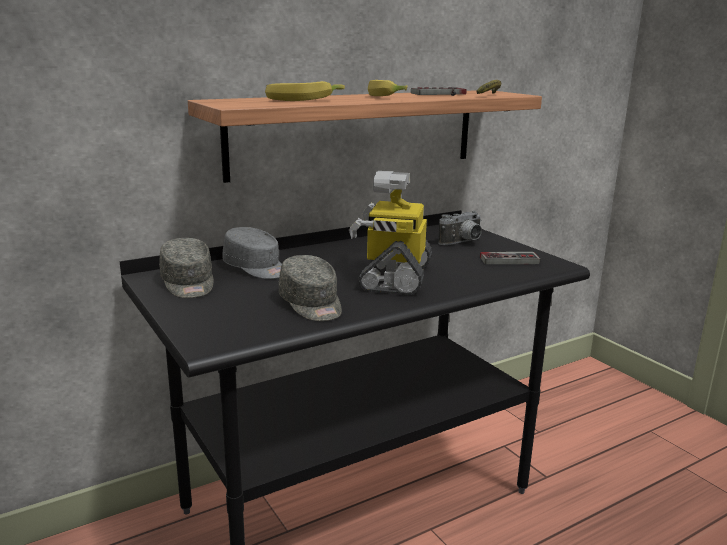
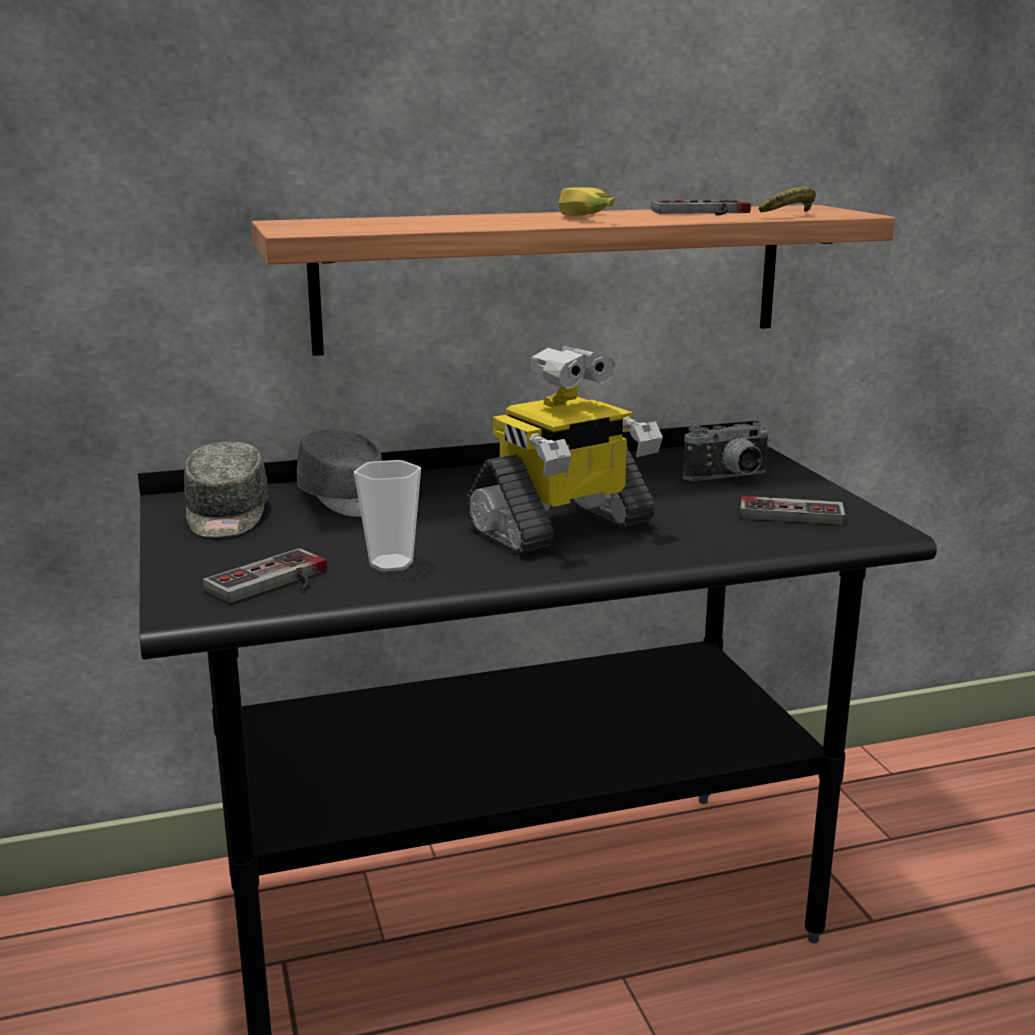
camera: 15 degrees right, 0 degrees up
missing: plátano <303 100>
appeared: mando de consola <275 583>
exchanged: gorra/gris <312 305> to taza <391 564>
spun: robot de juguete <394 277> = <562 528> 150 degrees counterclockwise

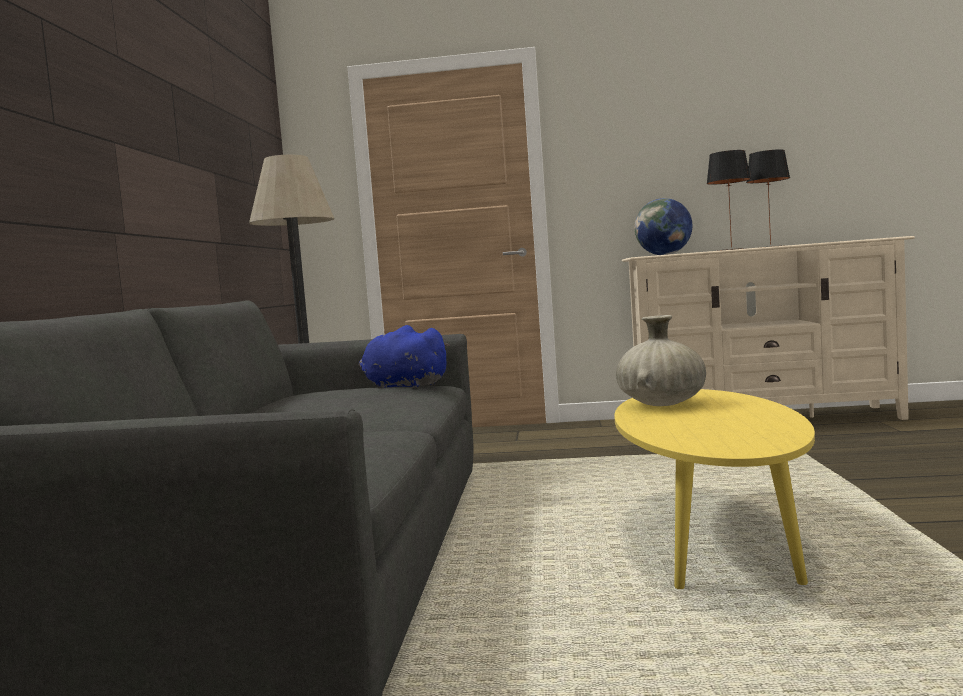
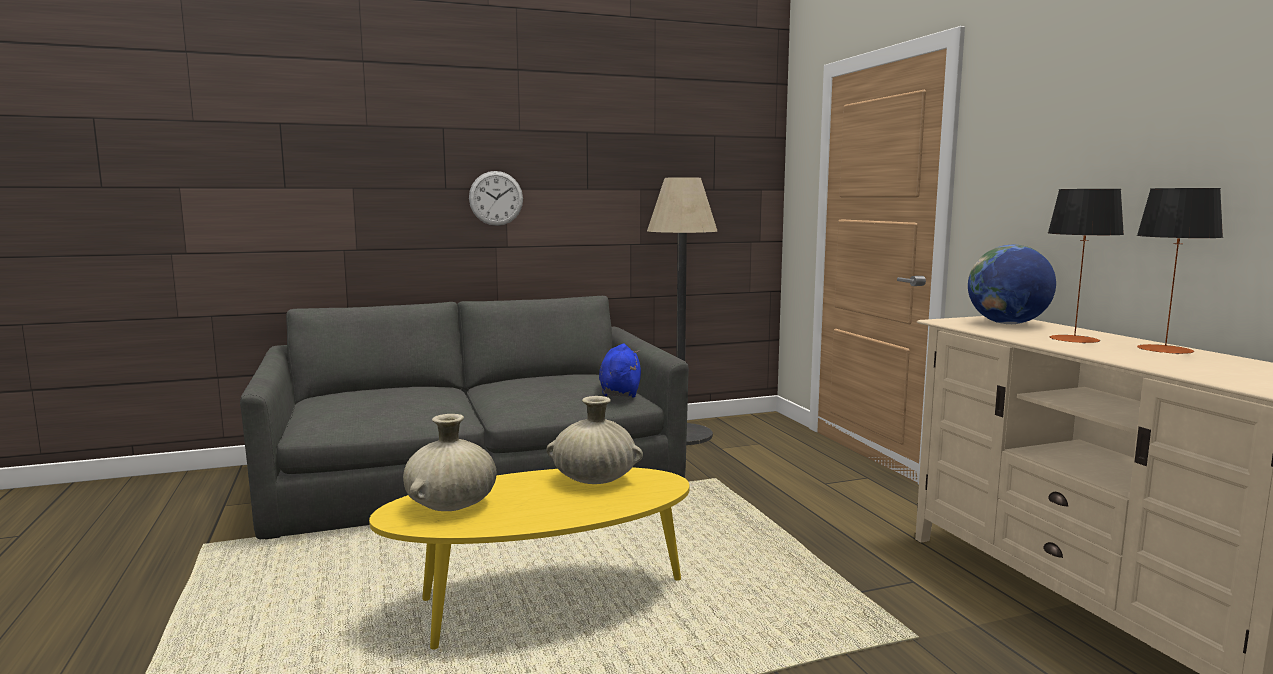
camera: 65 degrees right, 5 degrees up
appeared: florero/beis <451 505>; reloj de pared <496 198>

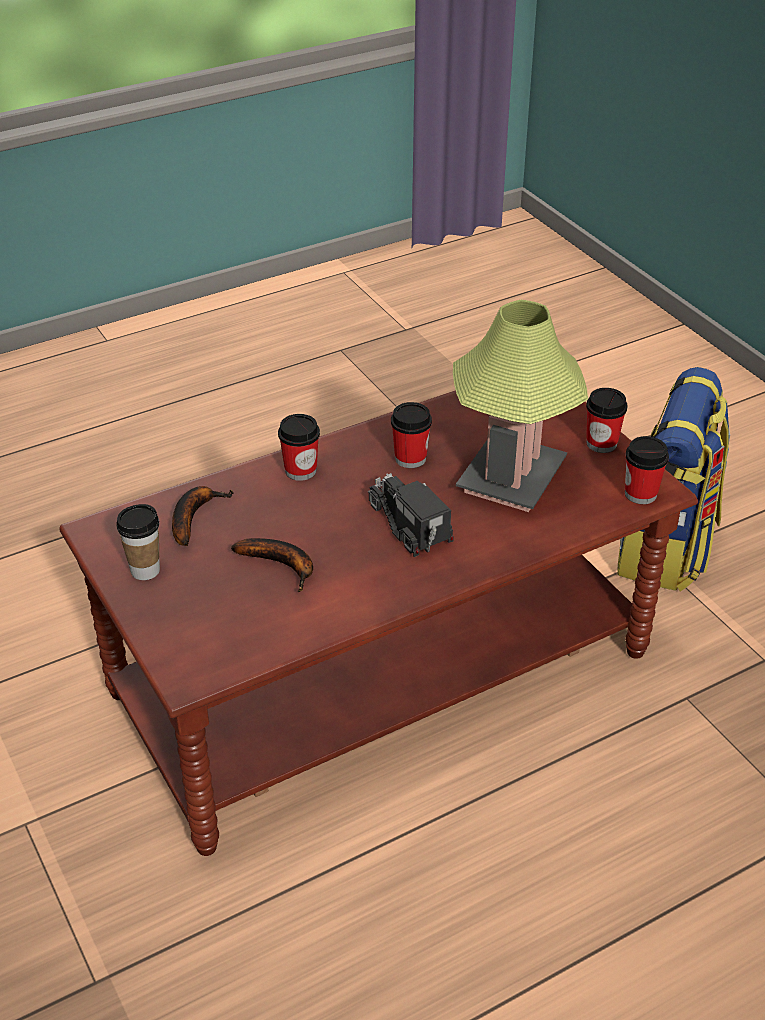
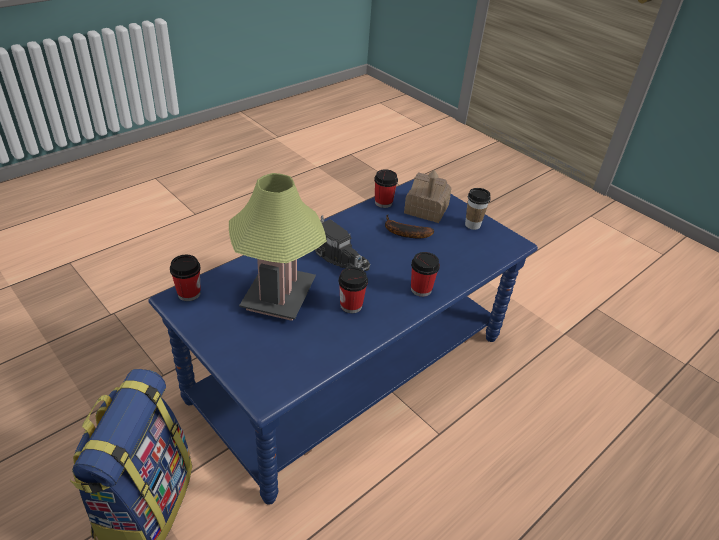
camera: 165 degrees right, 0 degrees up
missing: plátano <194 517>
appeared: casita <426 209>
relocated: taza <601 443> to <383 202>
colour: mesa de centro/marrón <380 674> to mesa de centro/azul <351 368>

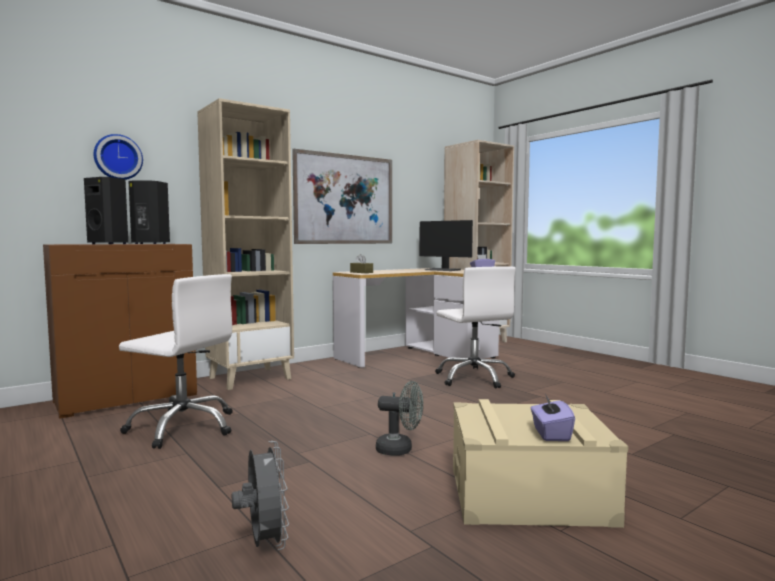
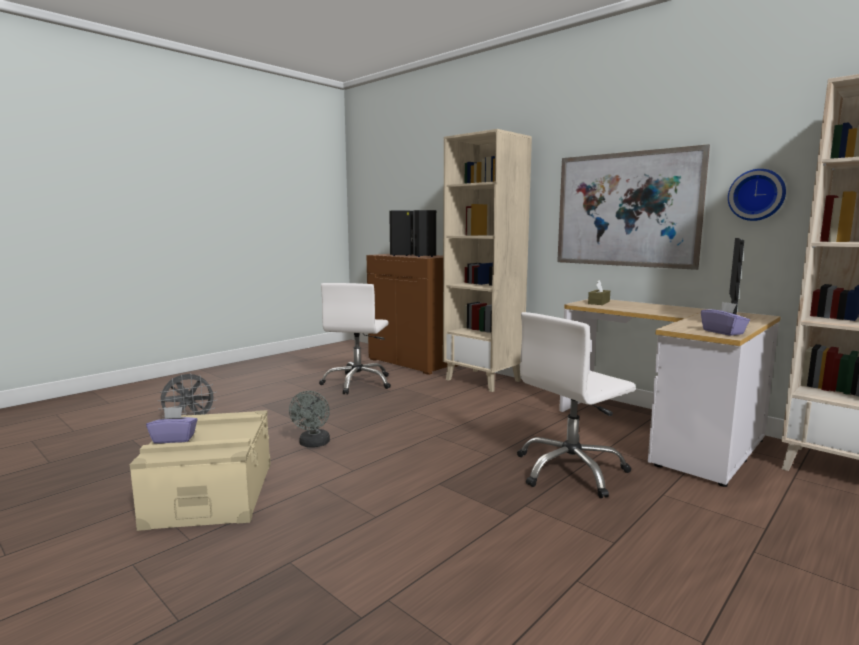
camera: 80 degrees right, 5 degrees up
relocated: reloj de pared <118 157> to <757 195>

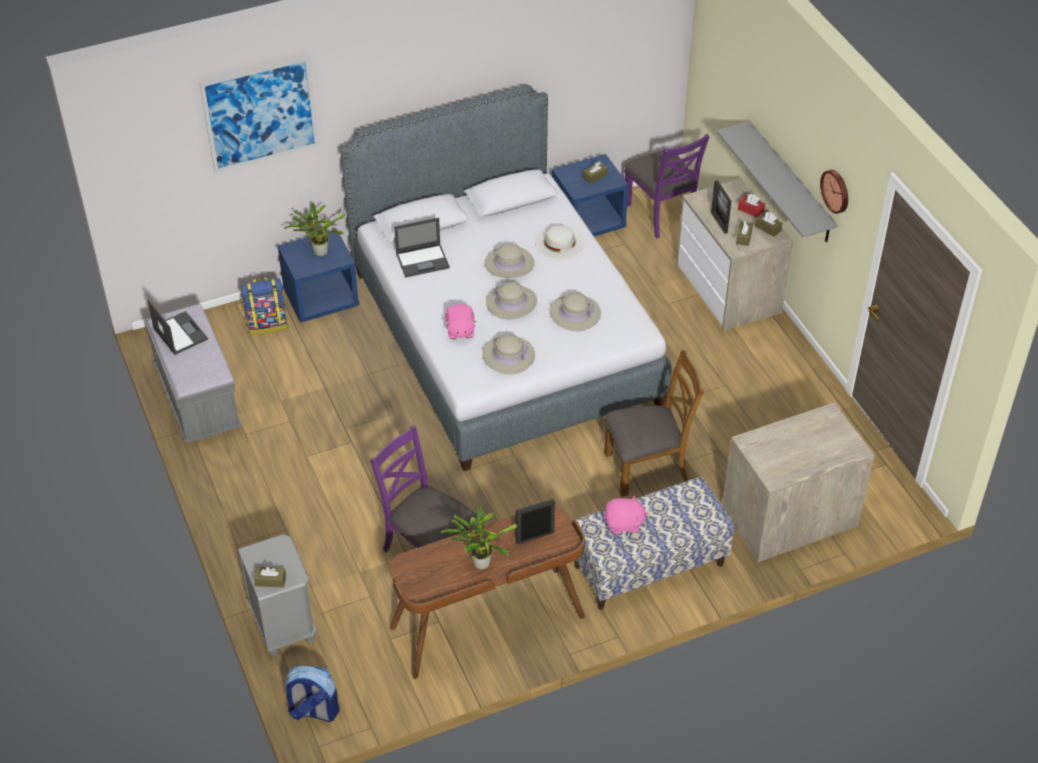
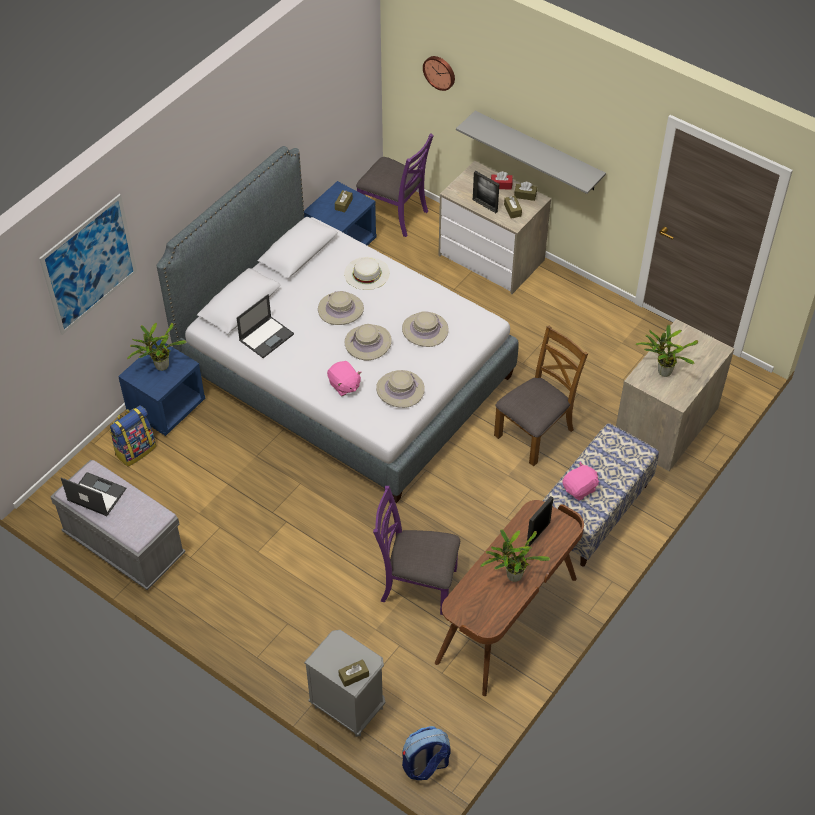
camera: 30 degrees left, 5 degrees up
appeared: planta en maceta <662 371>
relocated: reloj de pared <836 191> to <440 72>

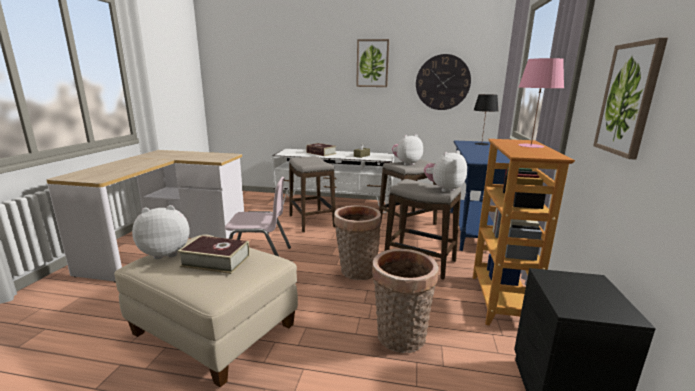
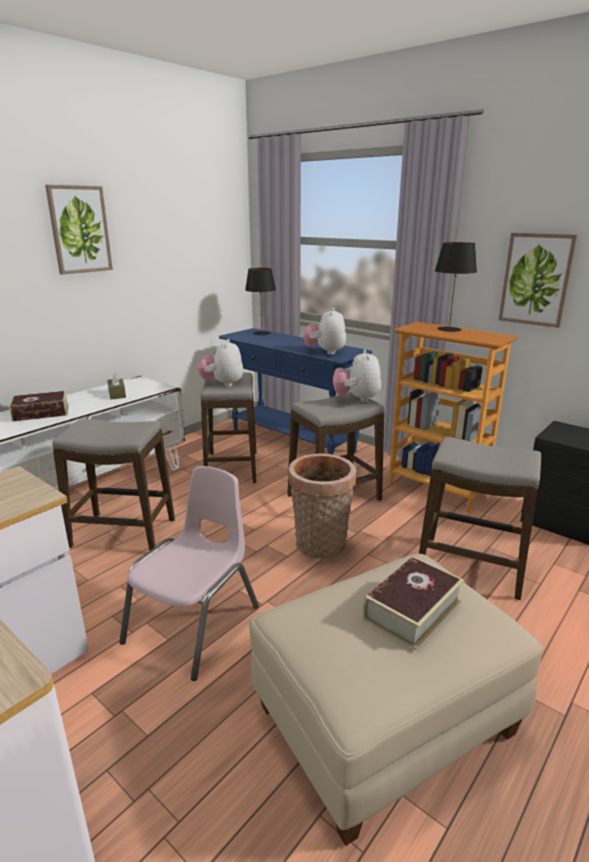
camera: 60 degrees left, 5 degrees up
missing: reloj de pared <442 82>
relocated: peluche <166 253> to <325 352>
exchanged: cesta <400 339> to taburete <470 566>
colour: lámpara de mesa/rosa <531 146> to lámpara de mesa/negro <449 329>

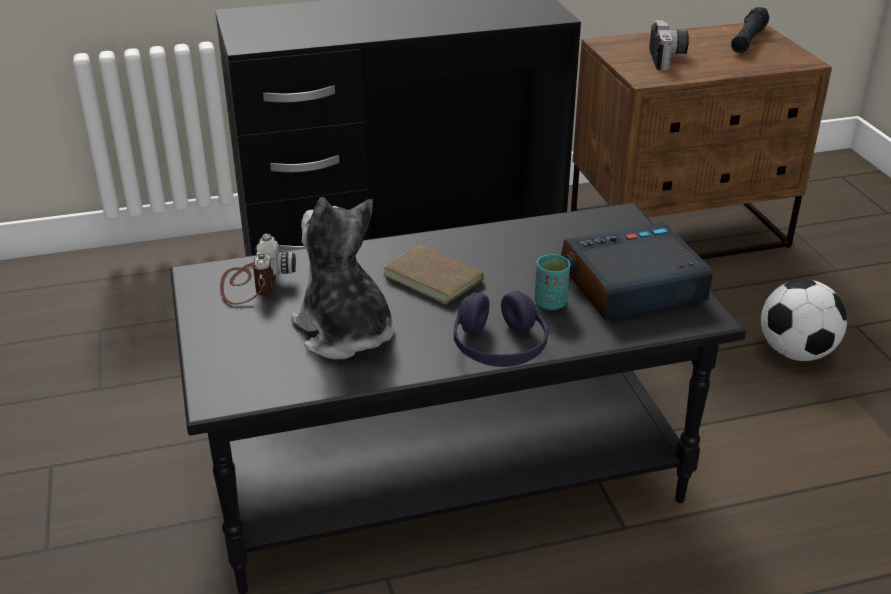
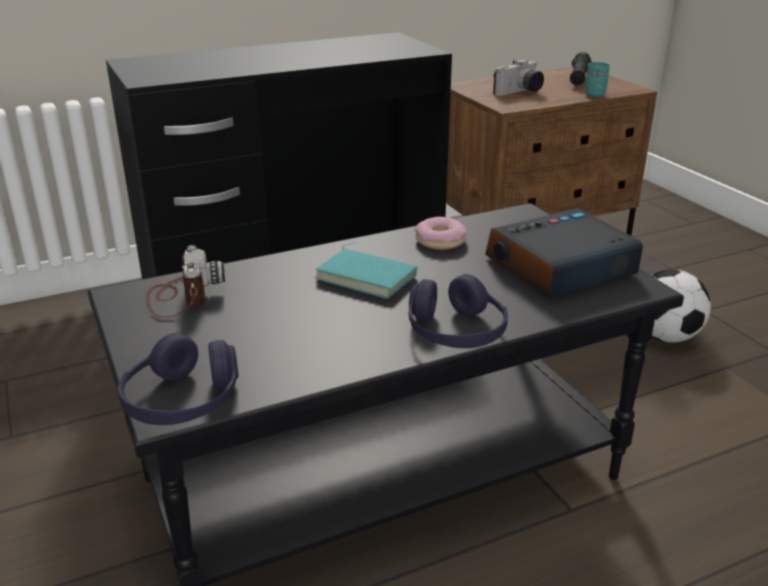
camera: 10 degrees left, 5 degrees down
missing: peluche <345 333>
appeared: auriculares/morado <182 400>; rosquilla <440 241>
relocated: taza/turquesa <550 303> to <595 95>
colour: libro/marrón <435 277> to libro/turquesa <368 276>
spun: cámara <668 58> = <520 92> 60 degrees clockwise

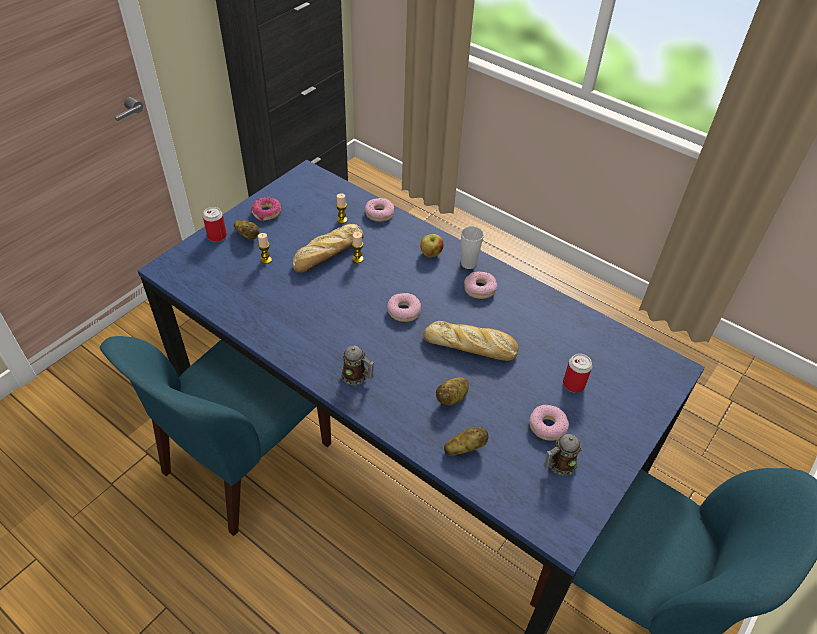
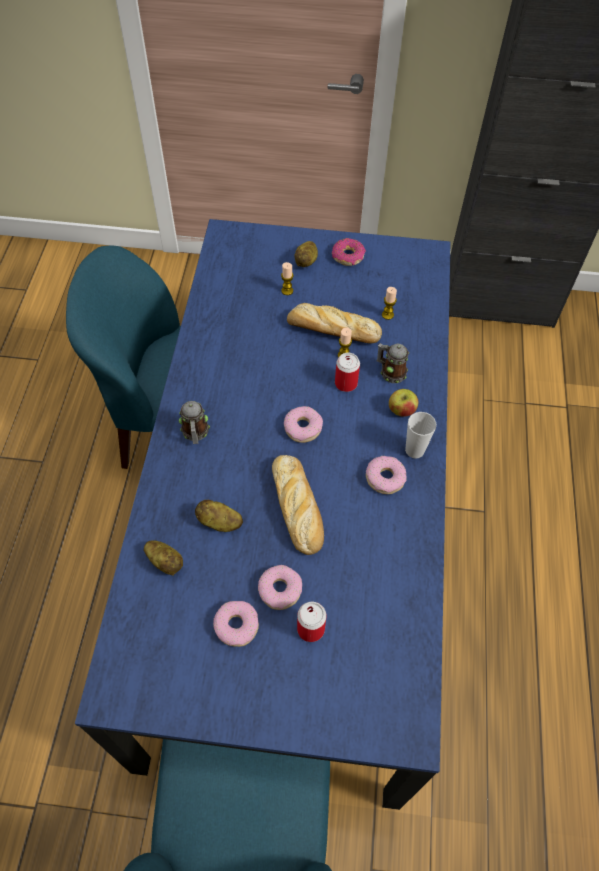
camera: 60 degrees right, 10 degrees up
relocated: lata <217 236> to <346 383>; rosquilla <379 213> to <280 590>; taza grande <558 465> to <390 372>

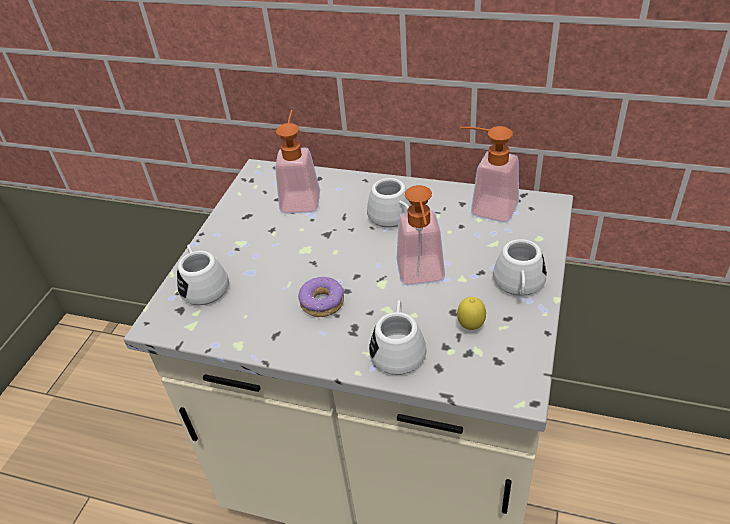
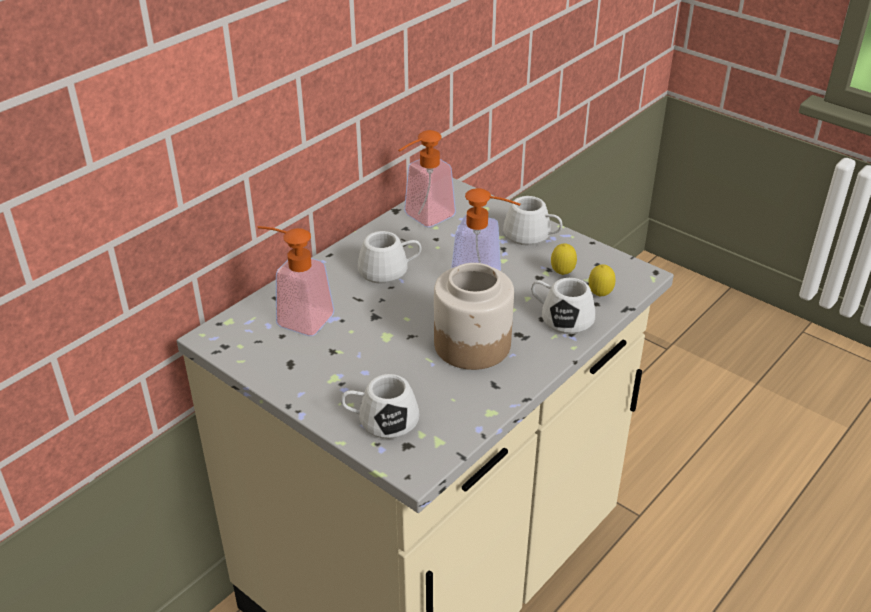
camera: 70 degrees left, 5 degrees down
appeared: limón <600 295>
exchanged: rosquilla <323 302> to tarro <473 344>

